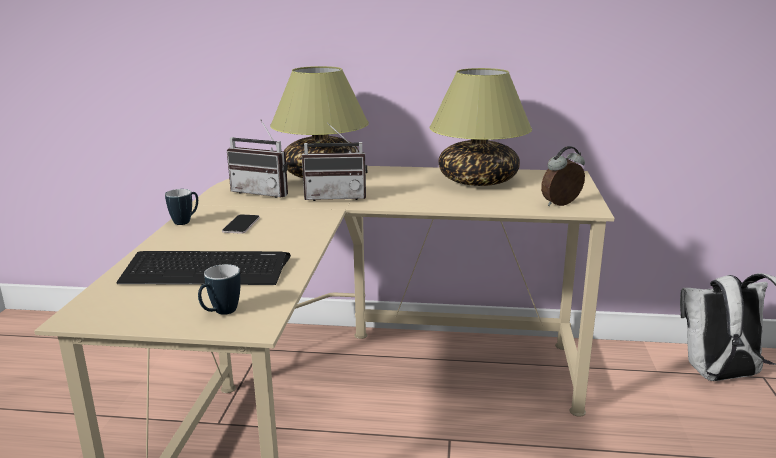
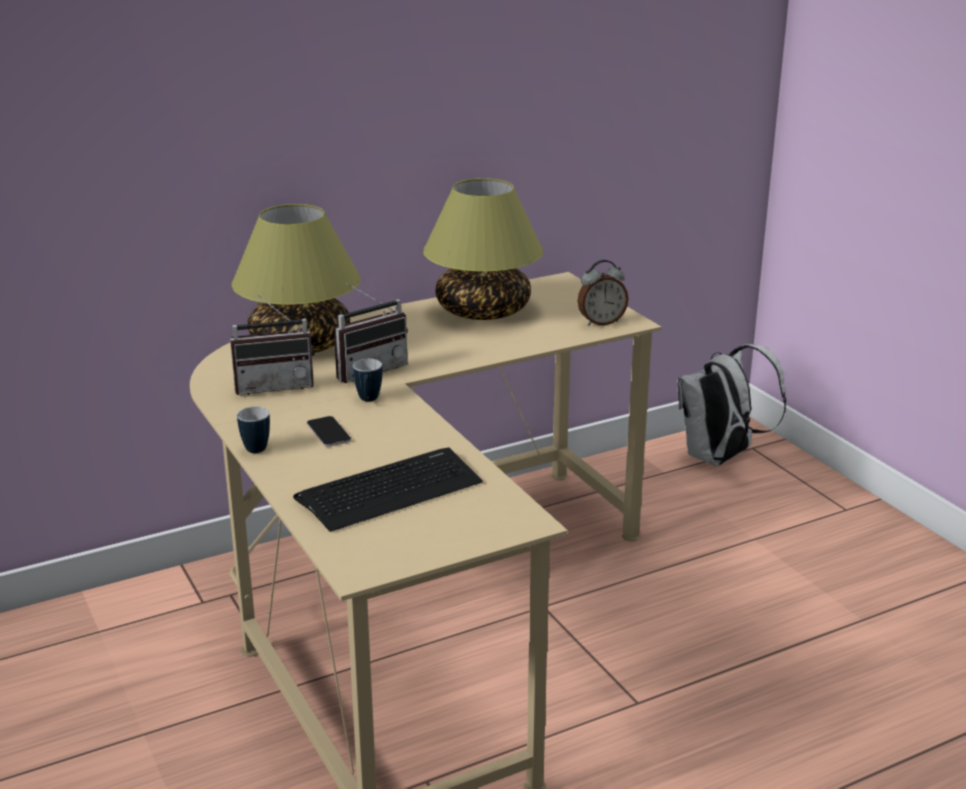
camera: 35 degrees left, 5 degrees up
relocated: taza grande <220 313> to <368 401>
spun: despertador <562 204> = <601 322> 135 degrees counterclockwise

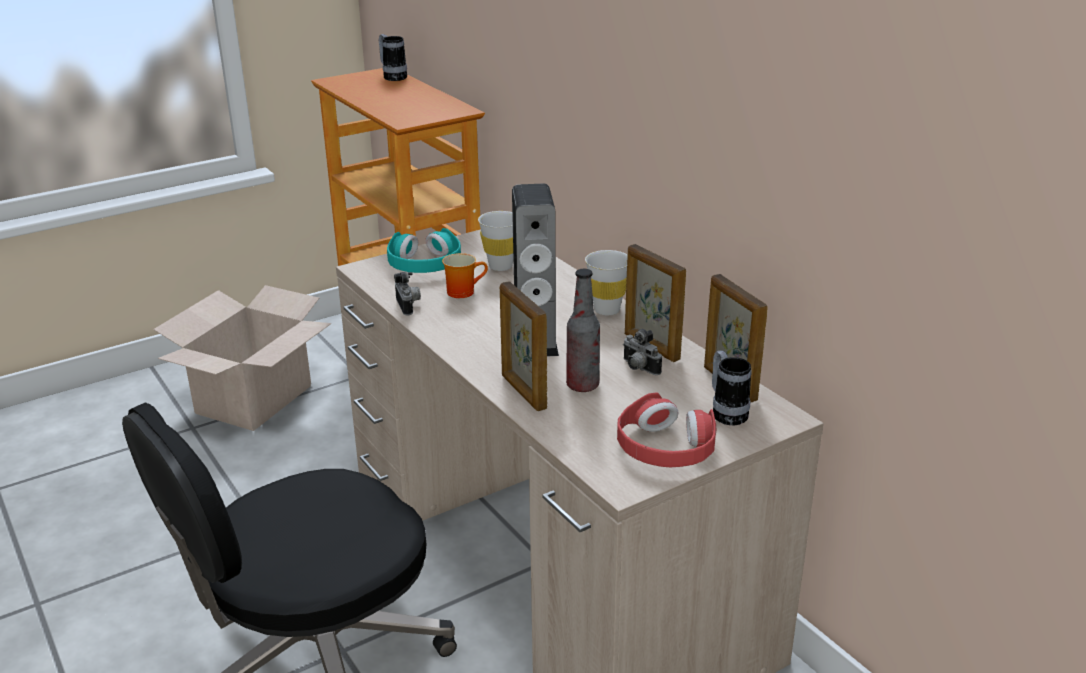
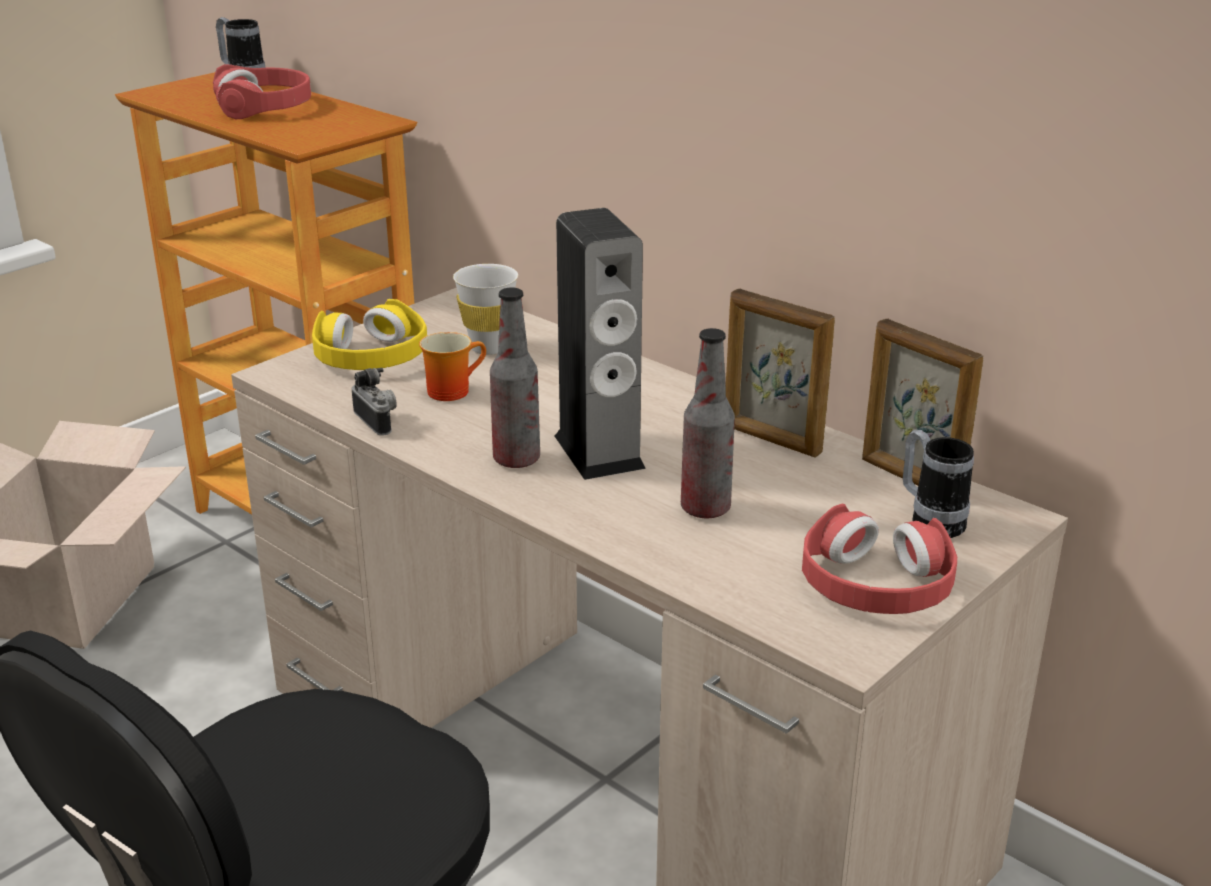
camera: 15 degrees left, 0 degrees up
missing: portarretratos <523 392>; taza/blanco <607 310>; cámara <638 368>
appeared: auriculares/rojo <264 106>; botella <516 459>
colour: auriculares/turquesa <425 264> to auriculares/amarillo <371 356>

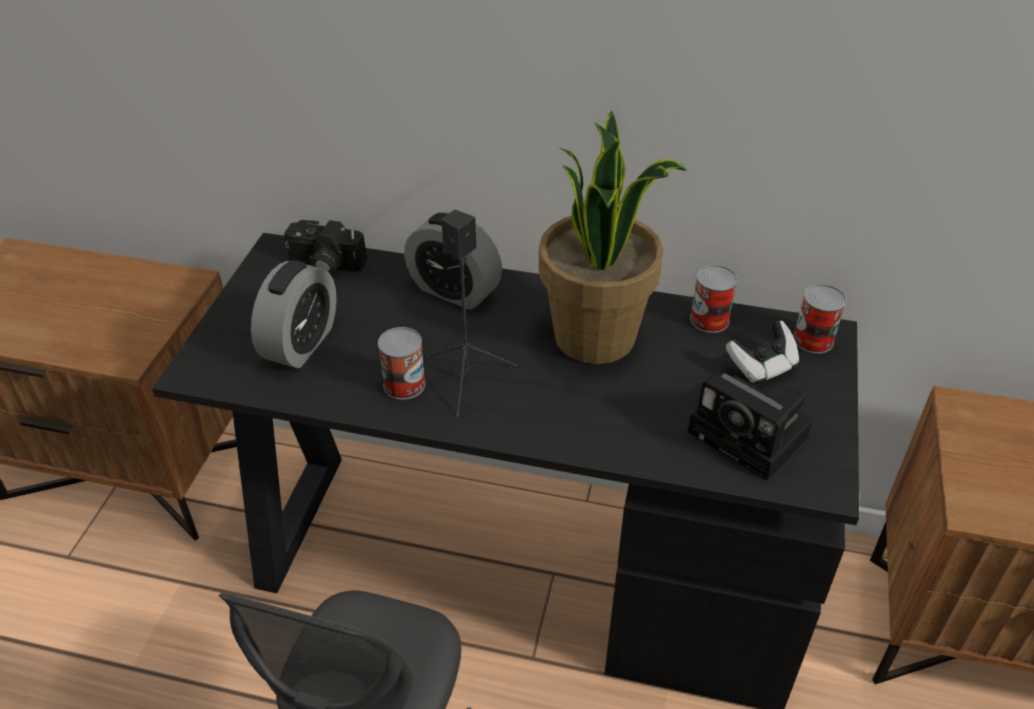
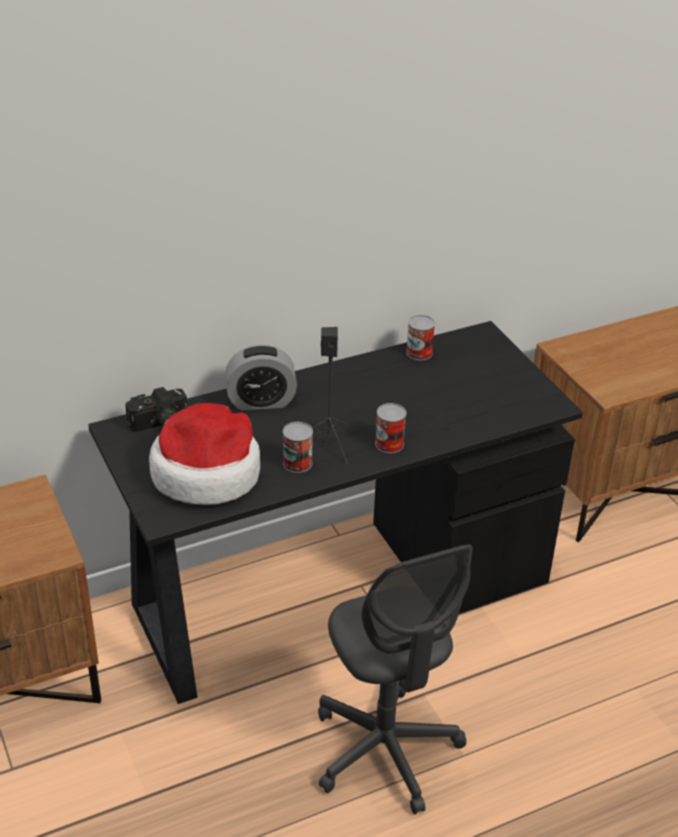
camera: 40 degrees left, 5 degrees down
missing: planta en maceta <596 337>; cámara <752 436>; mando de consola <762 366>
relocated: lata <813 339> to <389 443>
exchanged: despertador <301 343> to sombrero <207 472>

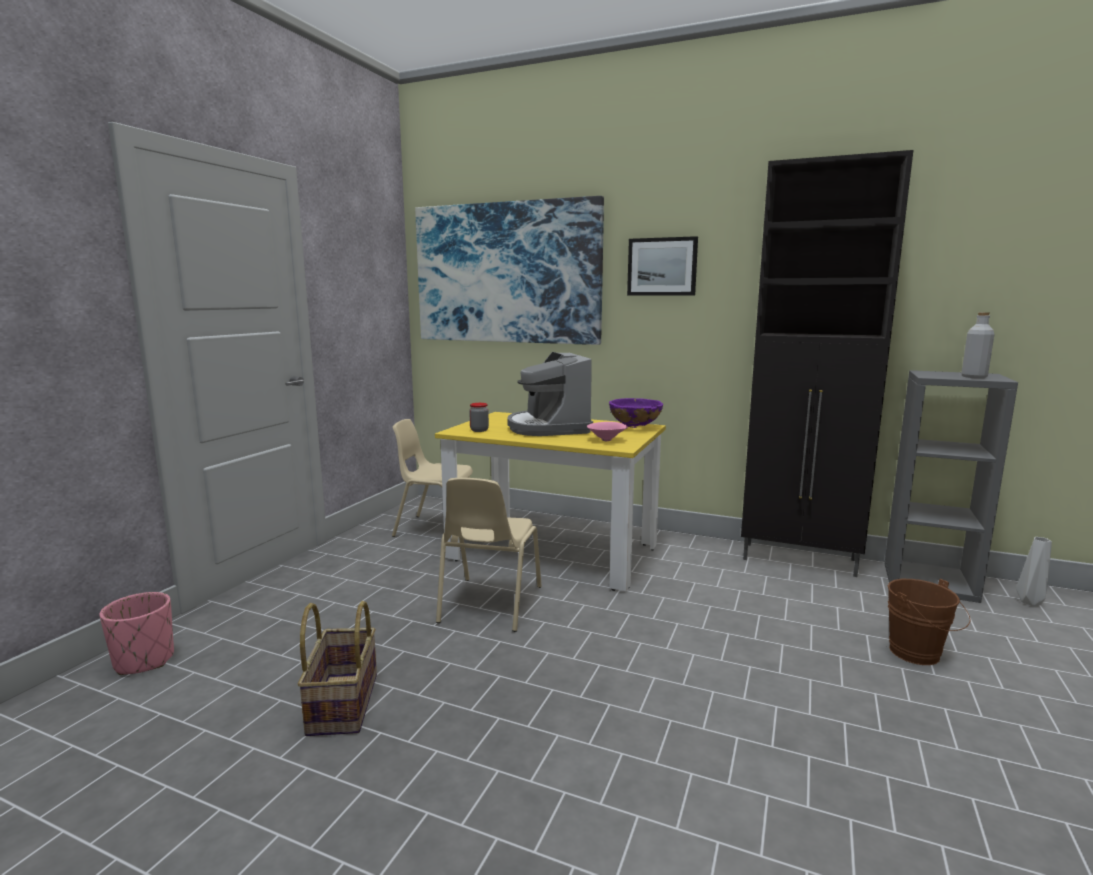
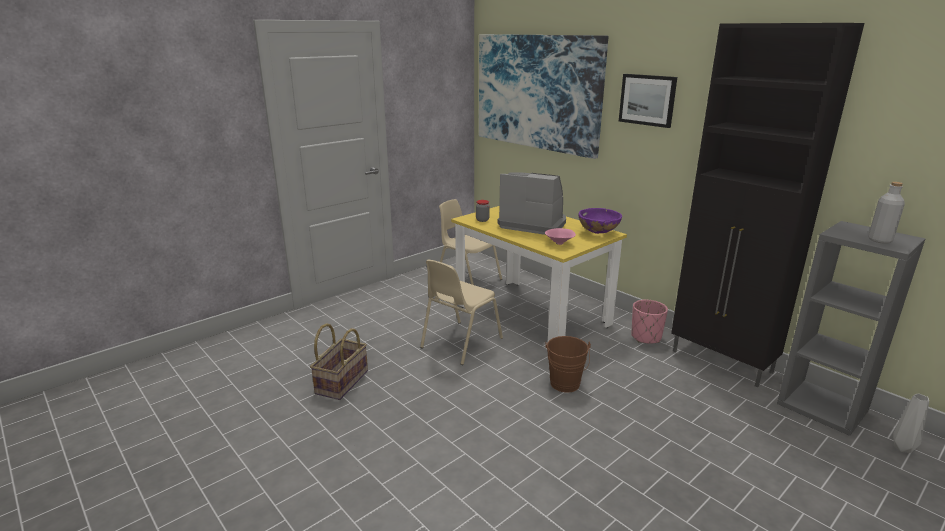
camera: 25 degrees right, 10 degrees up
relocated: maceta/rosa <144 661> to <646 337>; cubo/marrón <919 655> to <565 386>
spun: cafetera <548 428> = <533 224> 105 degrees clockwise

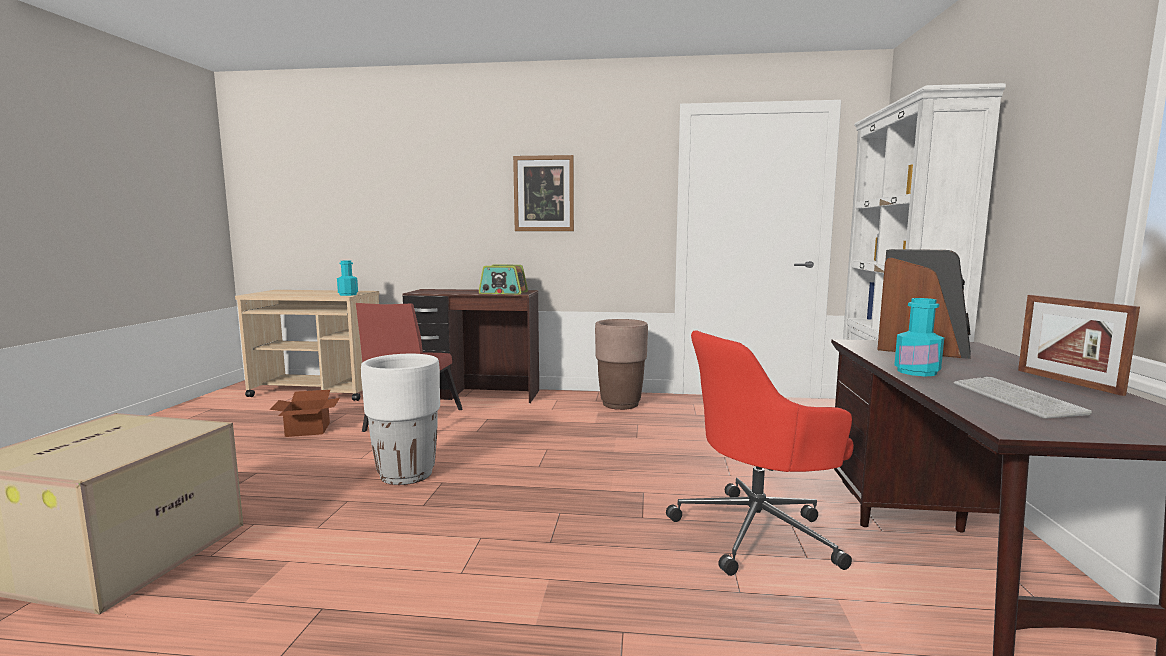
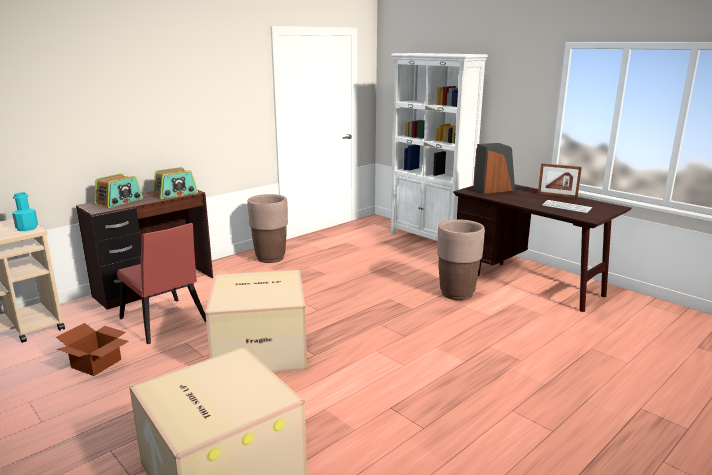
camera: 50 degrees left, 10 degrees up
missing: cuadro <544 193>; botella/turquesa <916 372>
appeared: radio <119 202>
exchanged: maceta/blanco <406 475> to caja de cartón <262 348>; silla de oficina/rojo <758 532> to maceta/marrón <456 294>

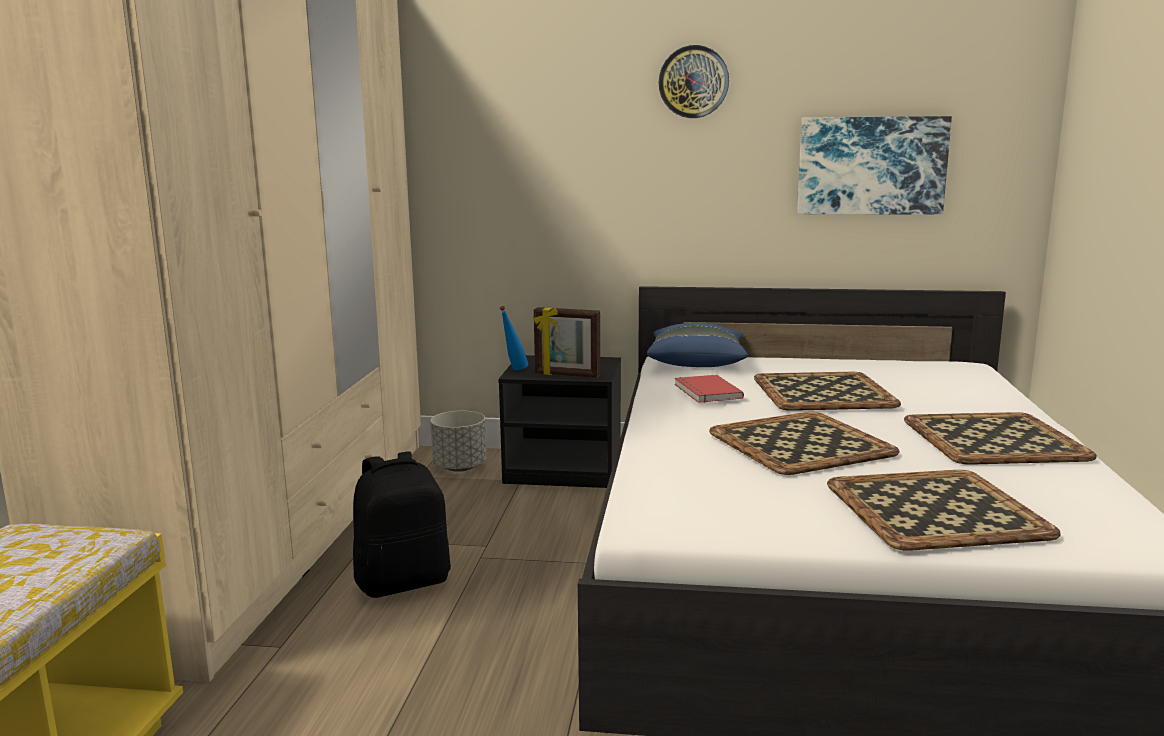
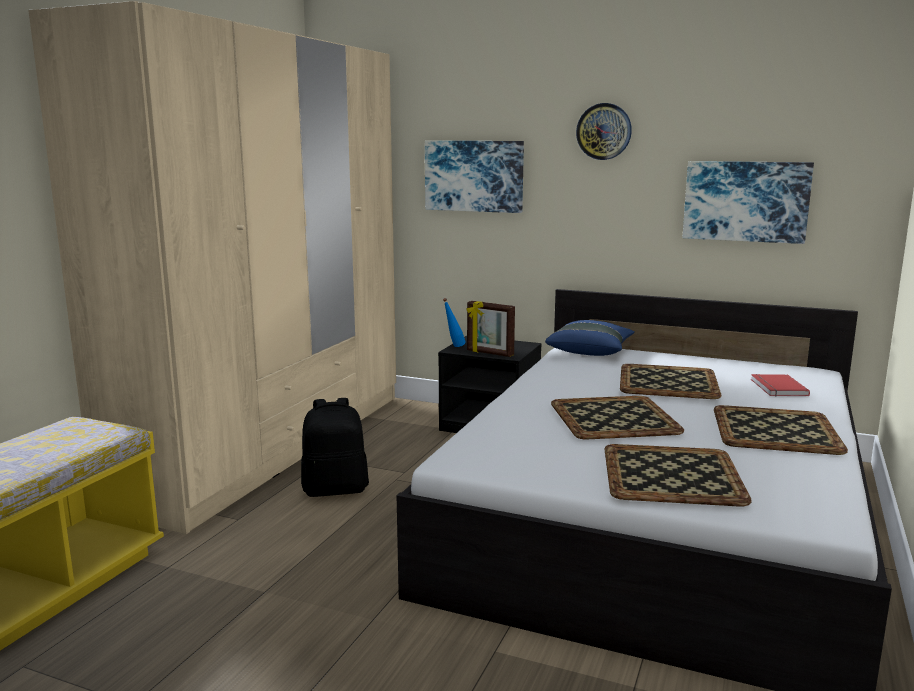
camera: 15 degrees right, 0 degrees up
missing: maceta/gris <460 467>
appeared: cuadro <474 176>
relocated: libro/rojo <705 392> to <777 388>

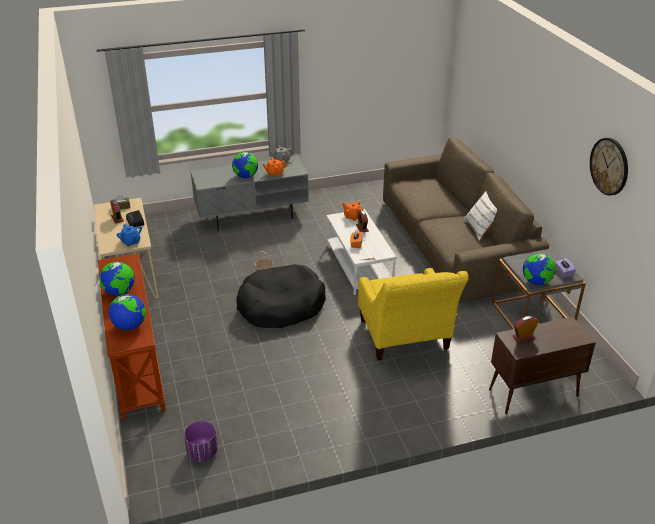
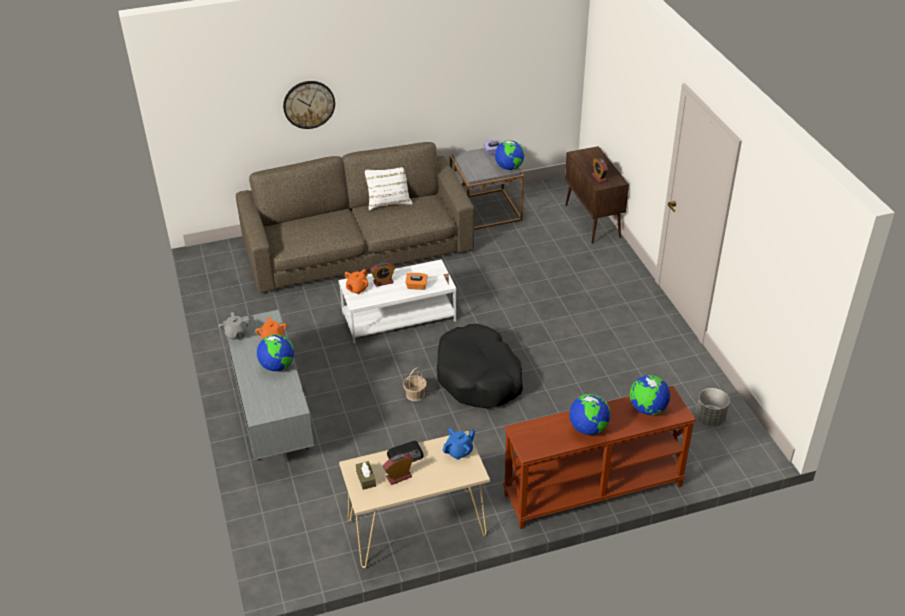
camera: 90 degrees left, 5 degrees up
missing: sillón/amarillo <405 339>
relocated: reloj de pared <609 166> to <309 104>
colour: maceta/morado <202 452> to maceta/gris <710 418>

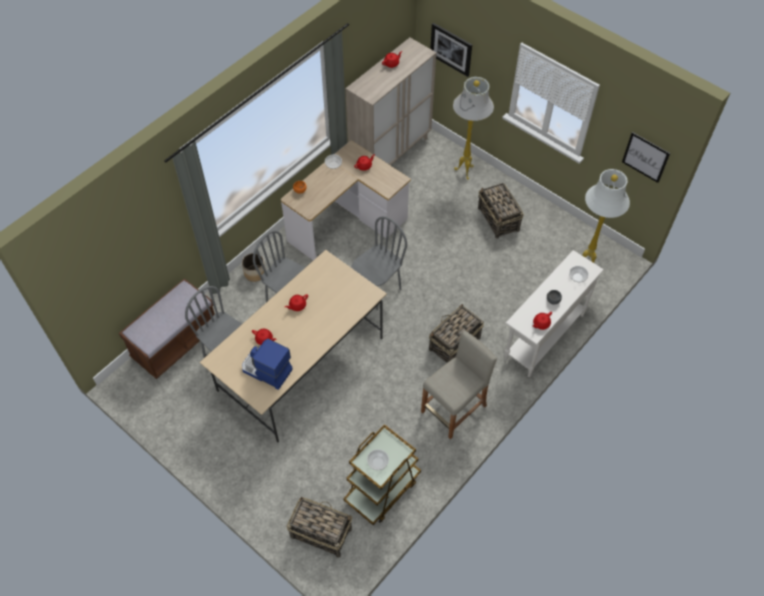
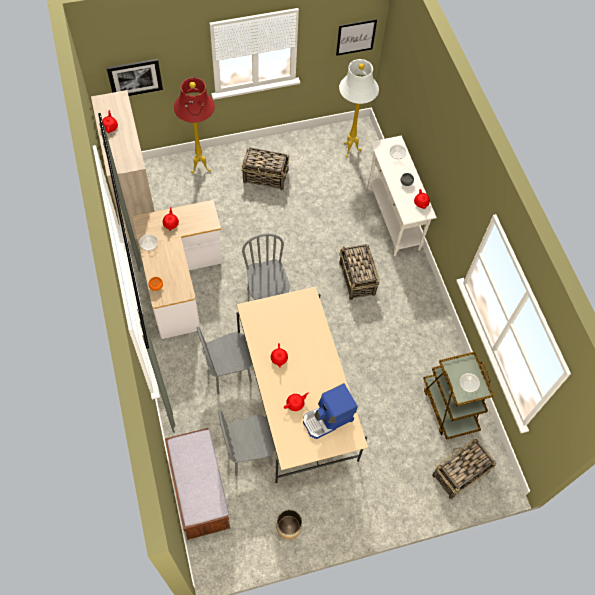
camera: 60 degrees left, 5 degrees up
missing: taburete/beis <454 409>
relocated: maceta <255 273> to <289 527>
colour: lámpara de pie/blanco <465 172> to lámpara de pie/rojo <201 168>

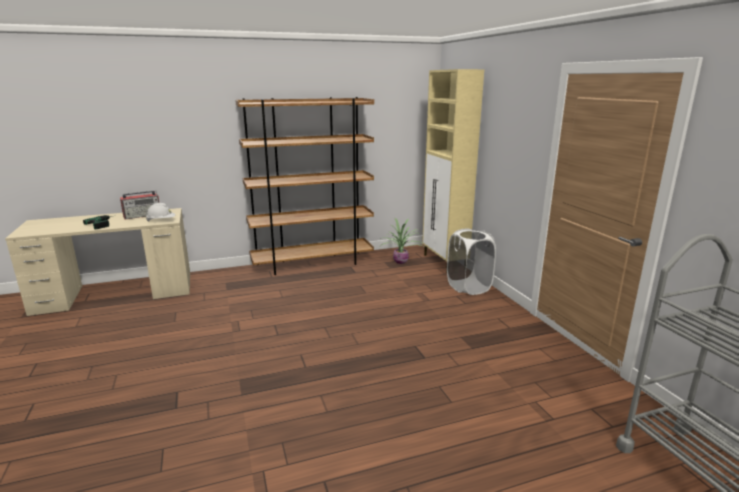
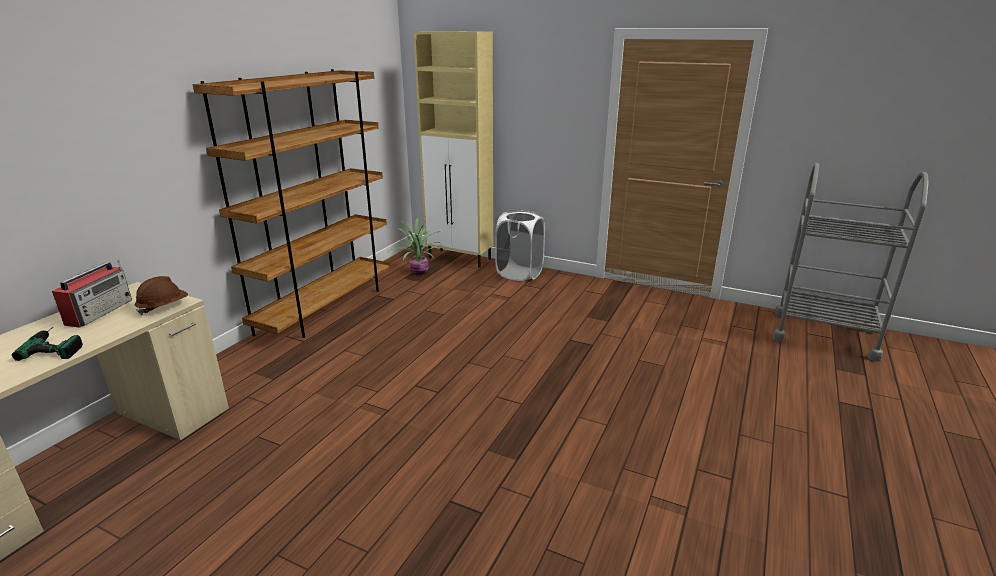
camera: 45 degrees left, 5 degrees up
colour: casco/blanco <161 221> to casco/marrón <164 307>

